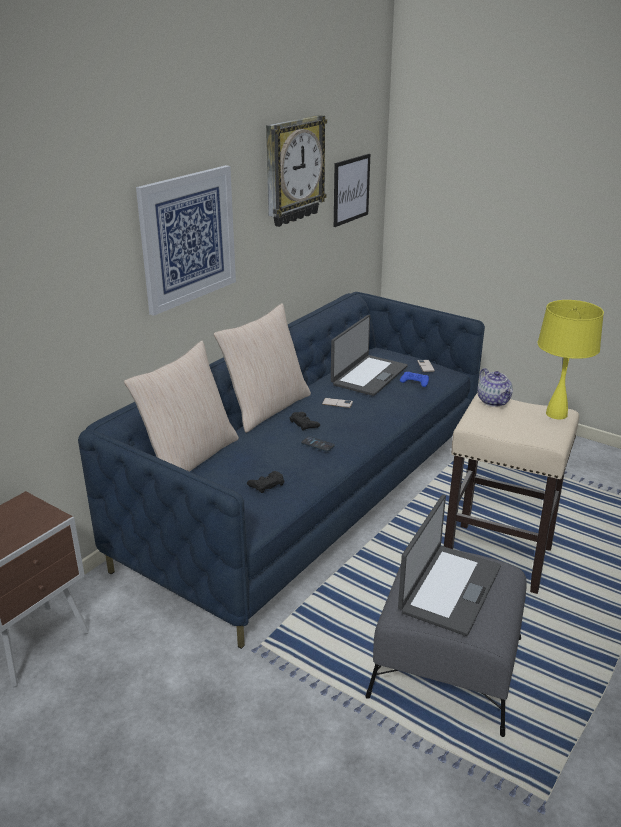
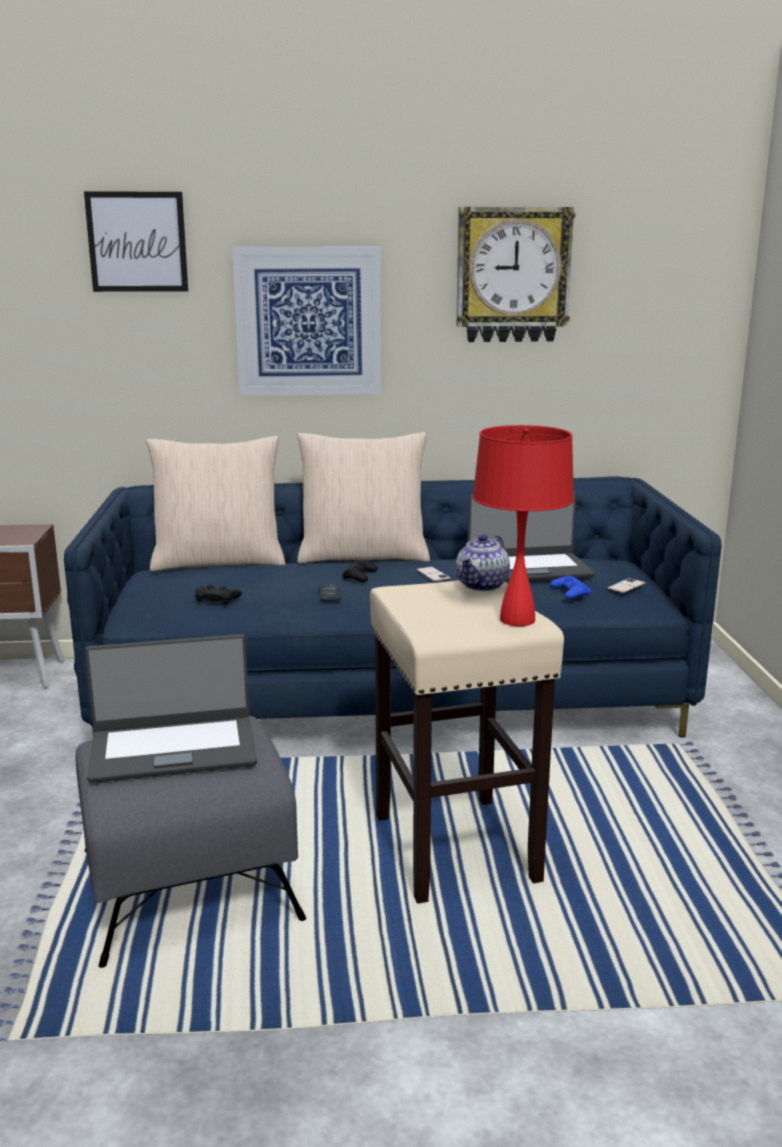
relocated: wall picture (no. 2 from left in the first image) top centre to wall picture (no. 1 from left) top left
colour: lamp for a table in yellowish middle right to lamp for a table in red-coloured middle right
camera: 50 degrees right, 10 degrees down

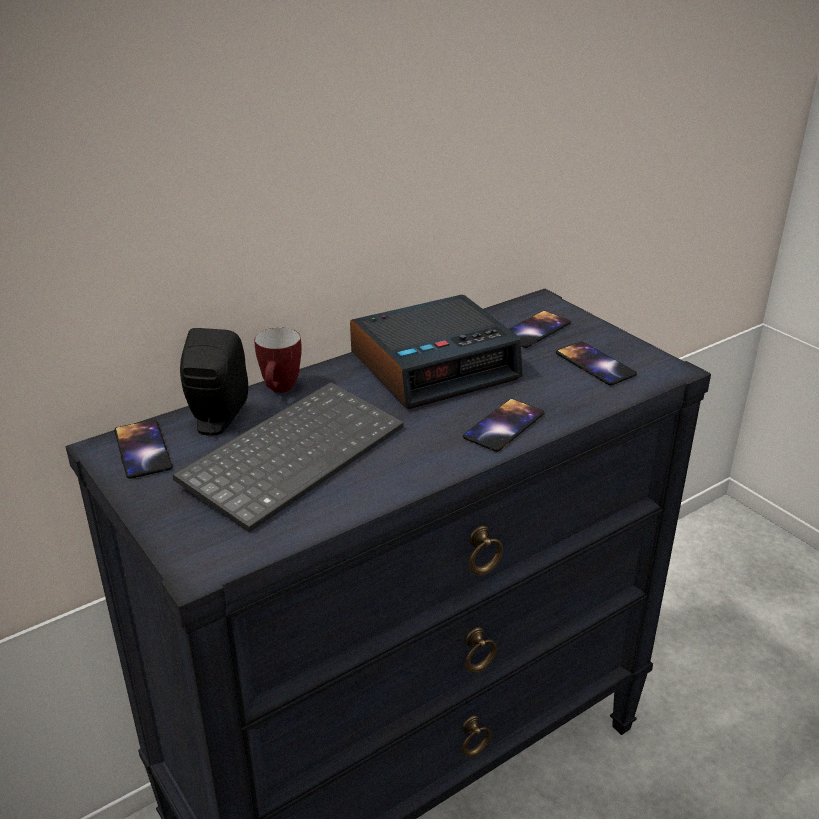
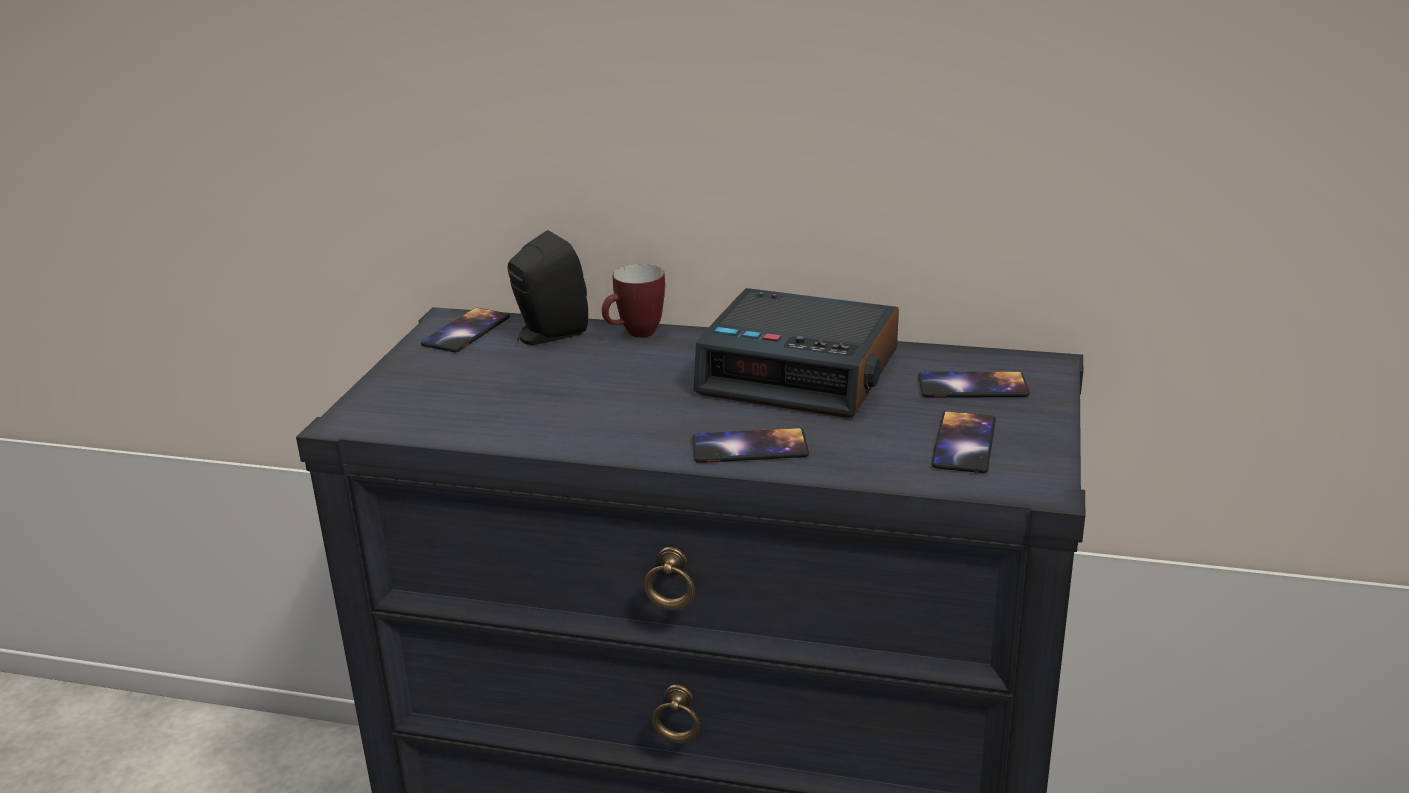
missing: computer keyboard centre
camera: 50 degrees right, 5 degrees down

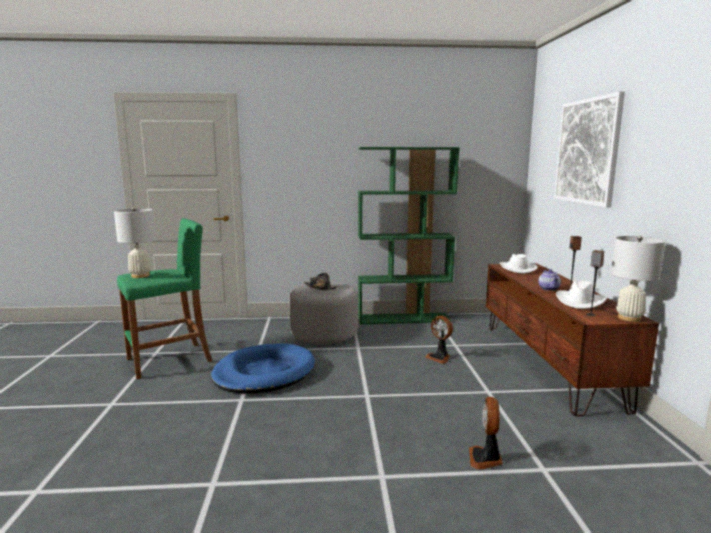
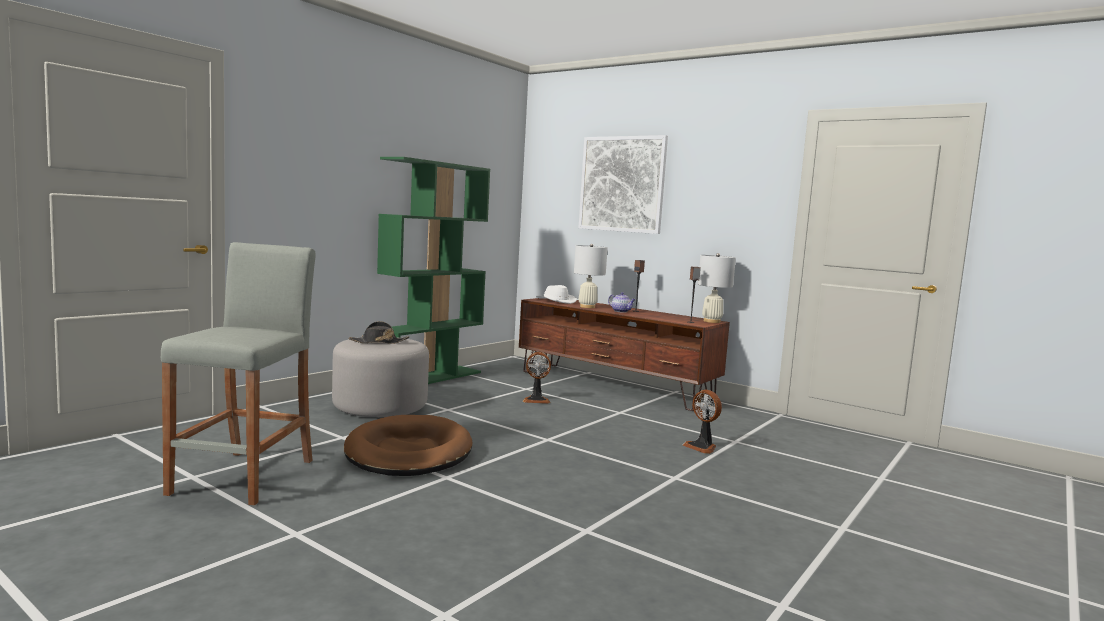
missing: hat in white (no. 2 from left) middle right
relocated: lamp for a table in white (no. 1 from left) middle left to centre
colour: stool seat in green middle left to stool seat in greyish middle left; dog bed in blue-coloured bottom centre to dog bed in brown bottom centre
camera: 50 degrees left, 5 degrees down

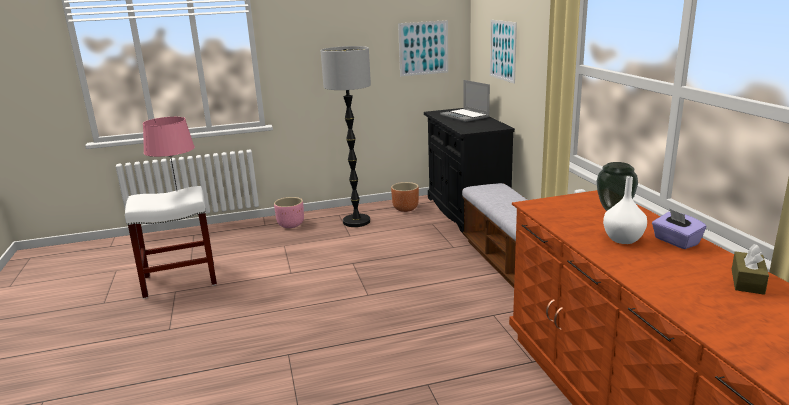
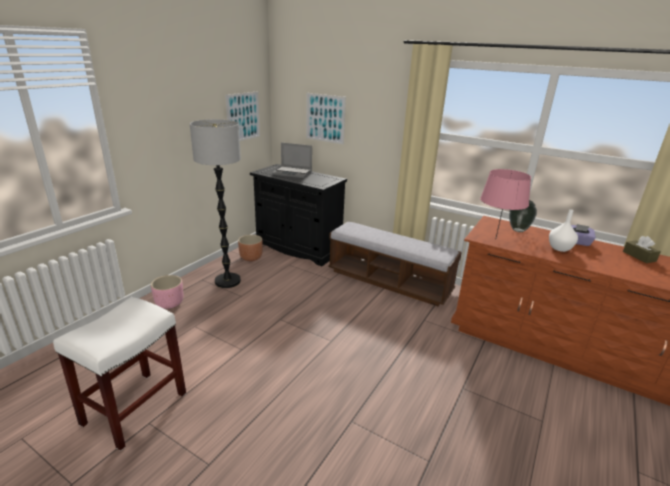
relocated: lamp for a table in pink-coloured middle left to middle right
camera: 45 degrees left, 5 degrees up

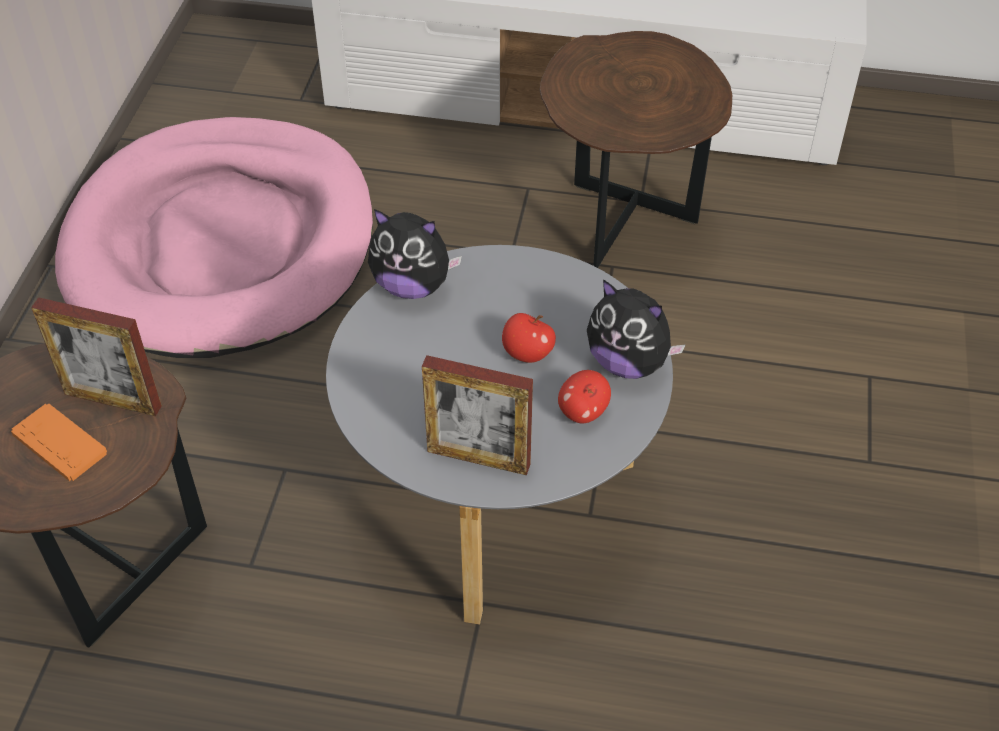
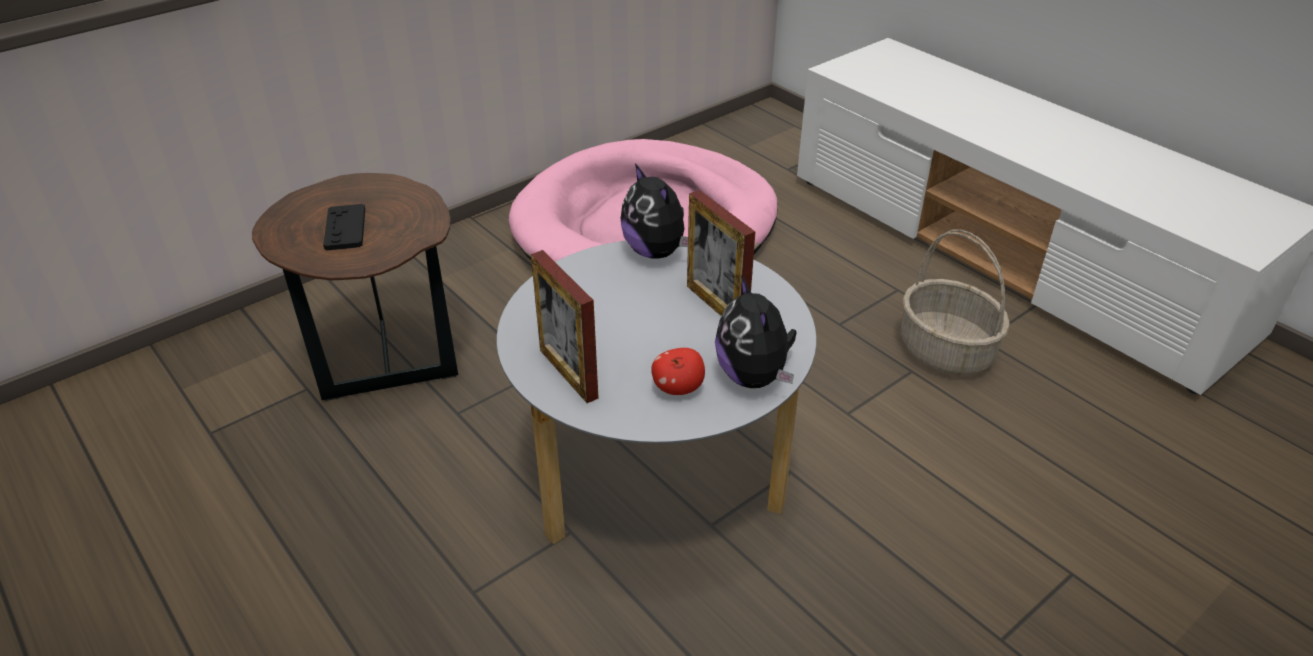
missing: whole apple (no. 1 from left) centre
relocated: photo frame (no. 1 from left in the first image) middle left to photo frame (no. 2 from left) centre
exchanged: end table in brown (no. 2 from left) top centre to storage basket middle right
colour: game controller in orange middle left to game controller in blackish middle left
camera: 40 degrees right, 10 degrees down

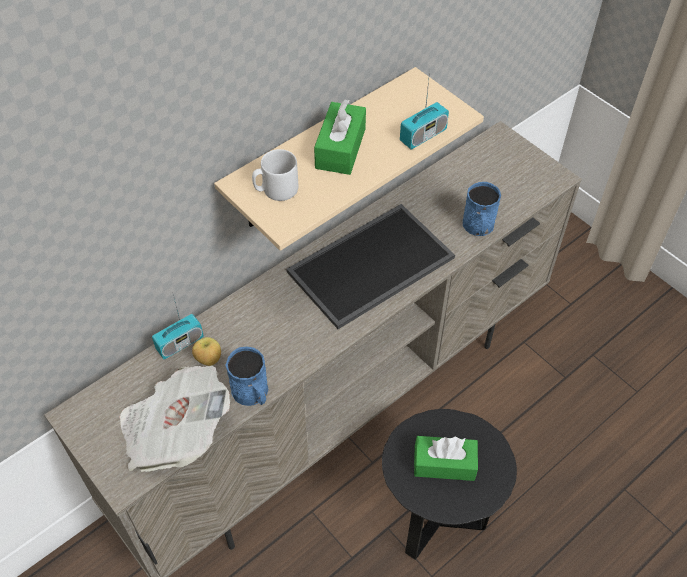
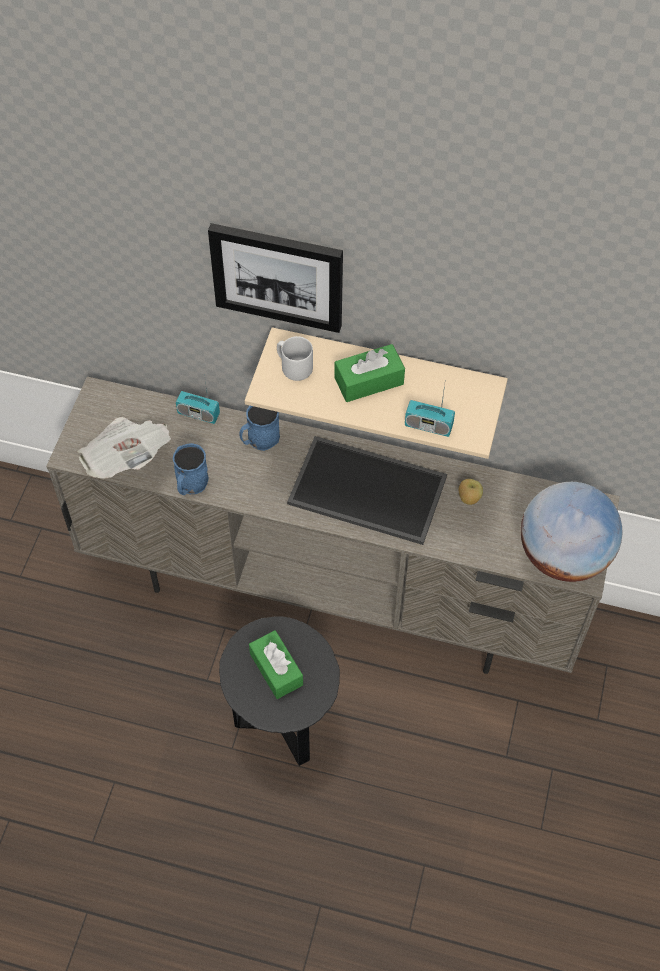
appeared: wall picture top centre; world globe middle right
relocated: tea mug in blue-coloured (no. 2 from left) middle right to centre; whole apple middle left to middle right
camera: 55 degrees right, 5 degrees up

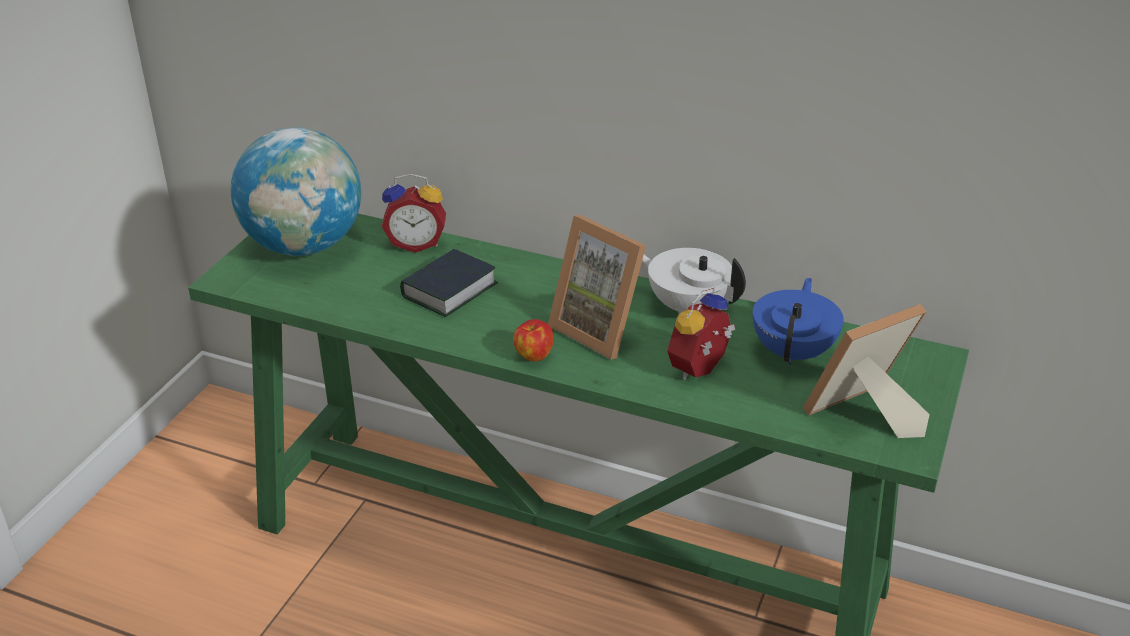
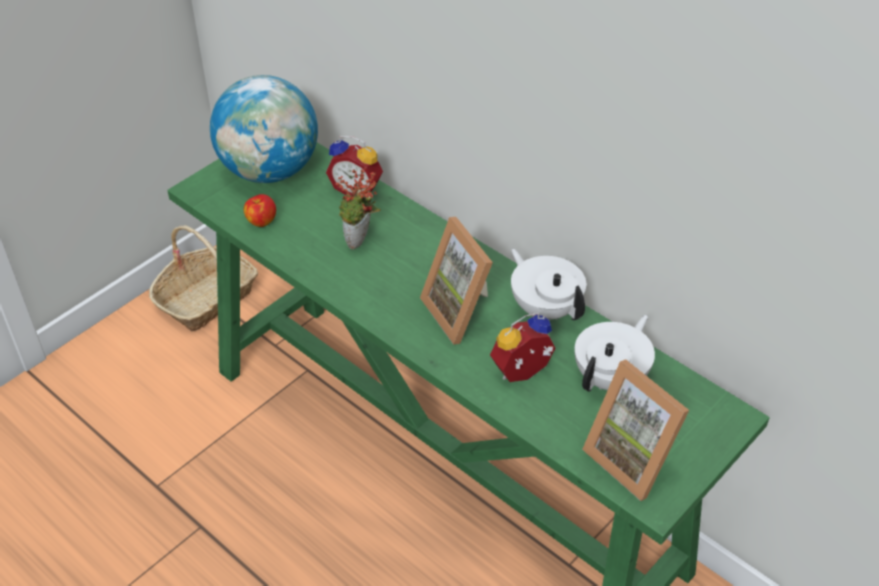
appeared: storage basket middle left
relocated: whole apple centre to middle left
exchanged: bound book centre to potted plant centre
colour: pot for tea in blue-coloured middle right to pot for tea in white (no. 2 from left) middle right
spun: photo frame (no. 2 from left) middle right = bottom right 120 degrees counterclockwise
camera: 20 degrees right, 10 degrees up

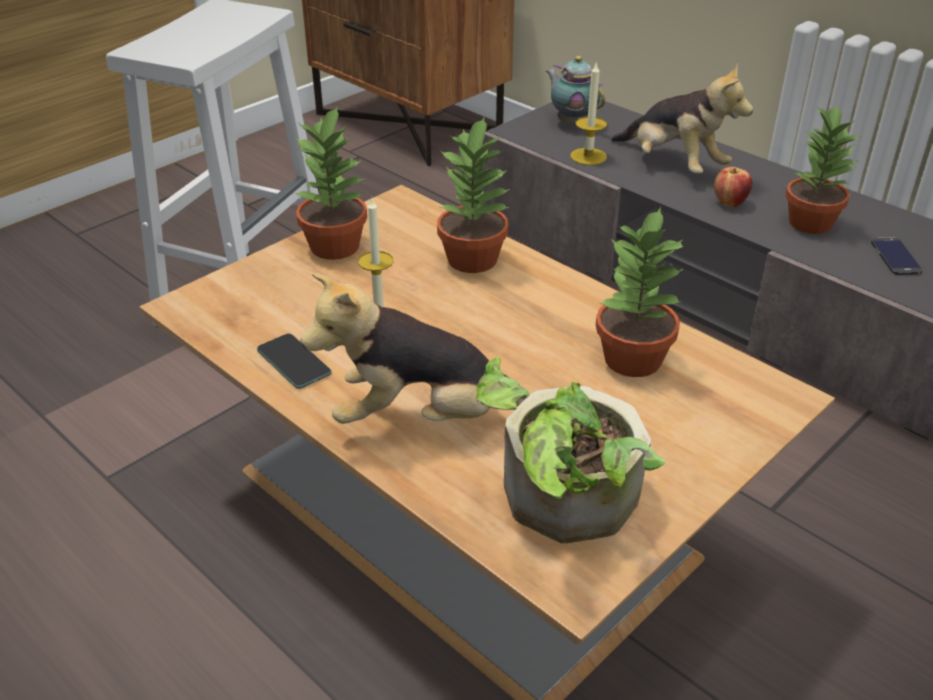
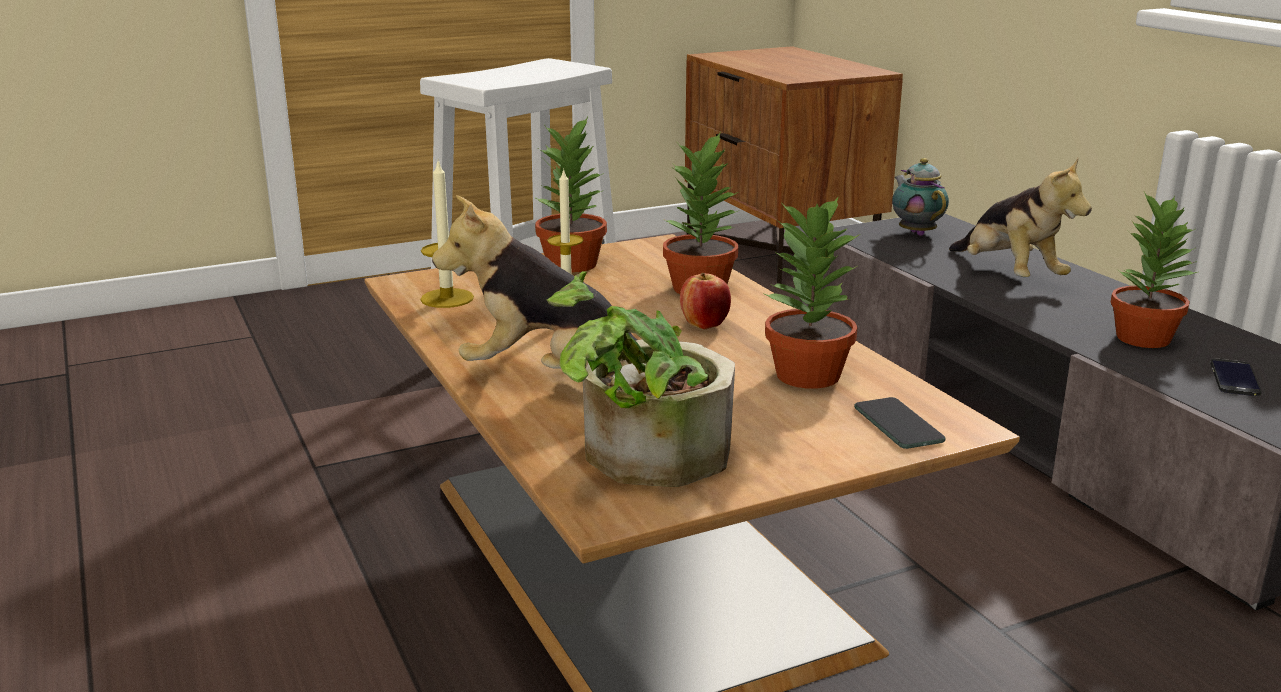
relocated: wax light (no. 2 from left in the first image) top centre to wax light (no. 1 from left) centre; whole apple top right to centre; telephone (no. 1 from left) middle left to middle right
camera: 20 degrees right, 15 degrees down

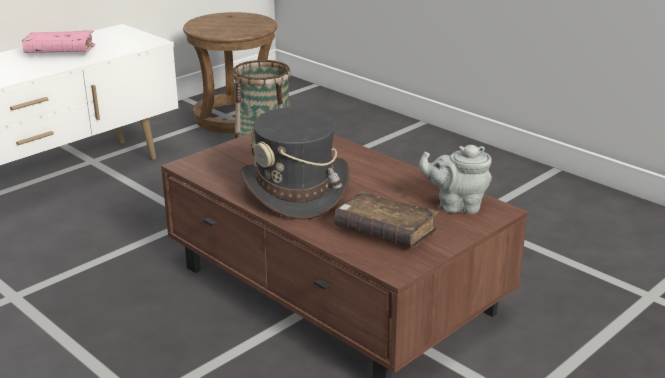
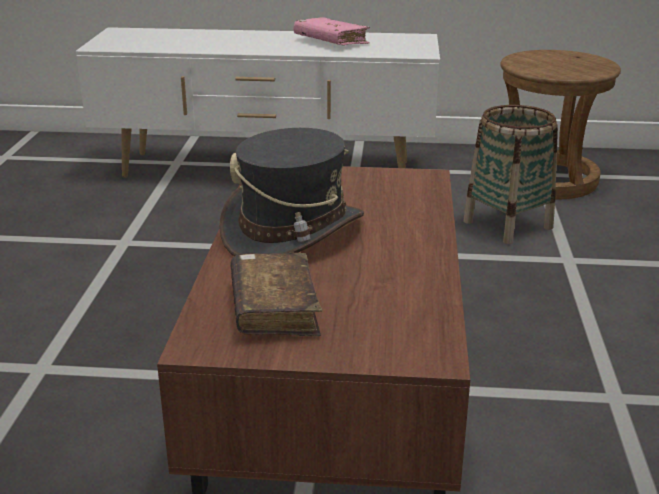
missing: pot for tea in greyish middle right
camera: 50 degrees right, 0 degrees up

